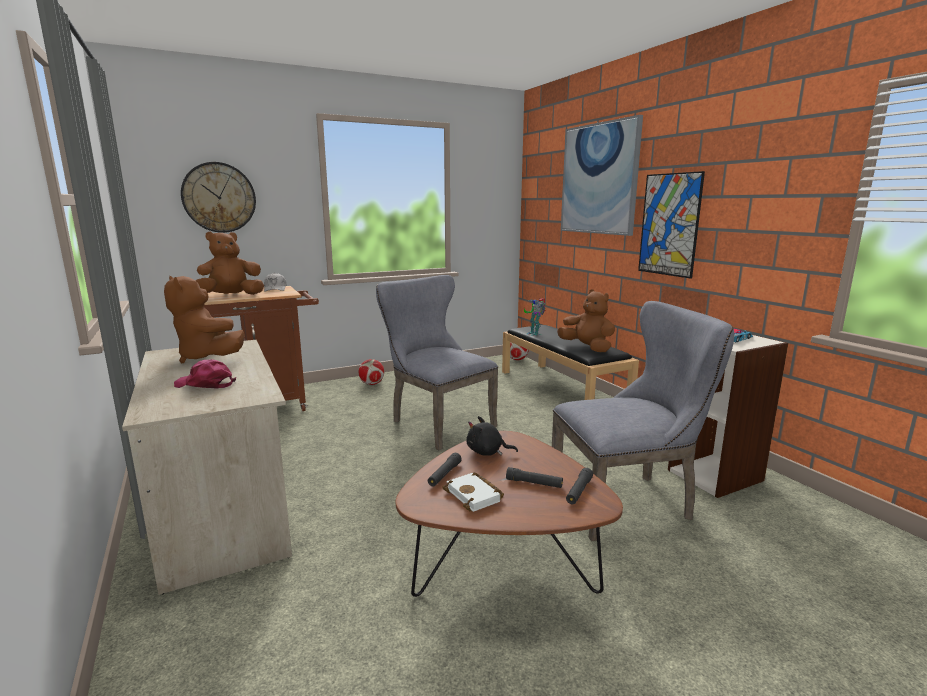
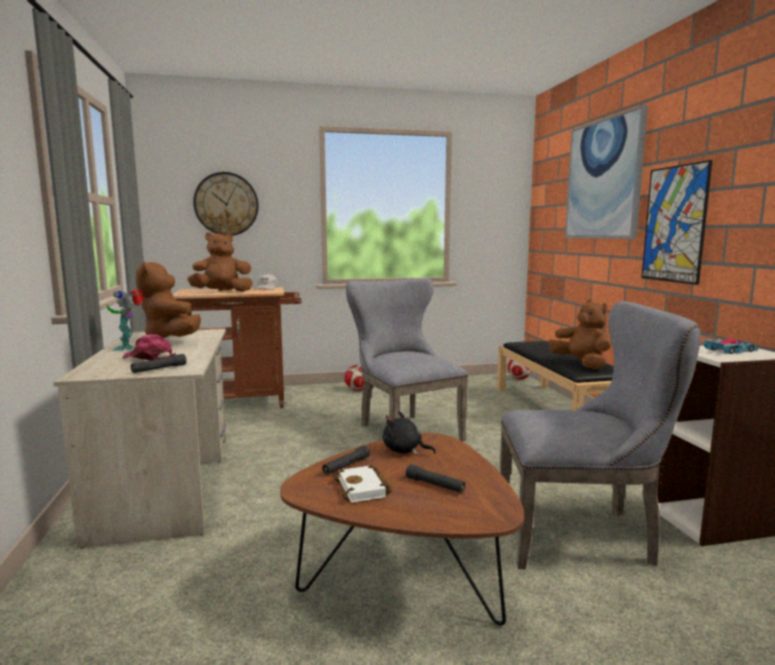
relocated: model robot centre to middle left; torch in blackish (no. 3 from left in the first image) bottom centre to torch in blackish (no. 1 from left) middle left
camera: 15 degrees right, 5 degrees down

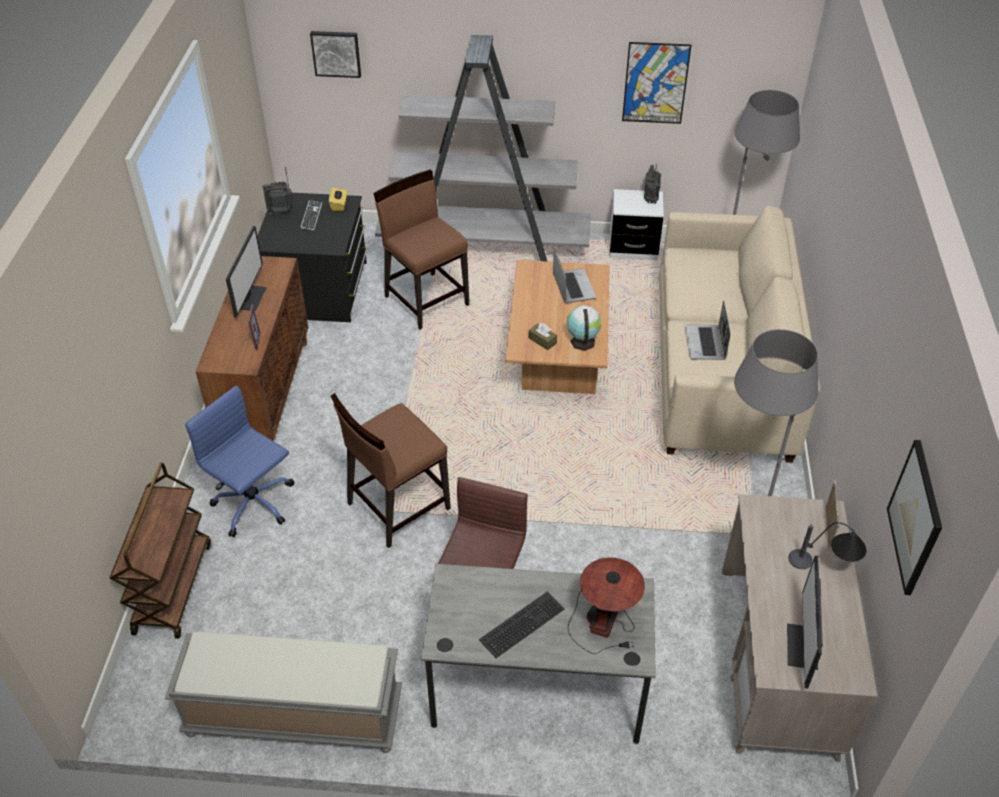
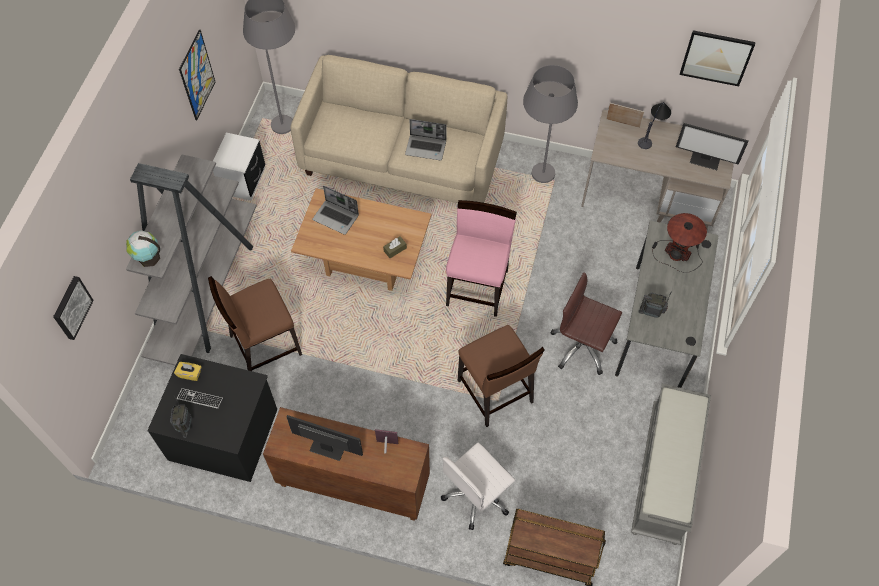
missing: computer keyboard (no. 2 from left) bottom centre
appeared: upright chair in pink-coloured centre
relocated: radio (no. 2 from left) top centre to middle right; world globe centre to middle left
colour: office chair in blue-coloured middle left to office chair in white bottom centre
spun: laptop (no. 1 from left) centre = centre 150 degrees counterclockwise
camera: 80 degrees left, 15 degrees up

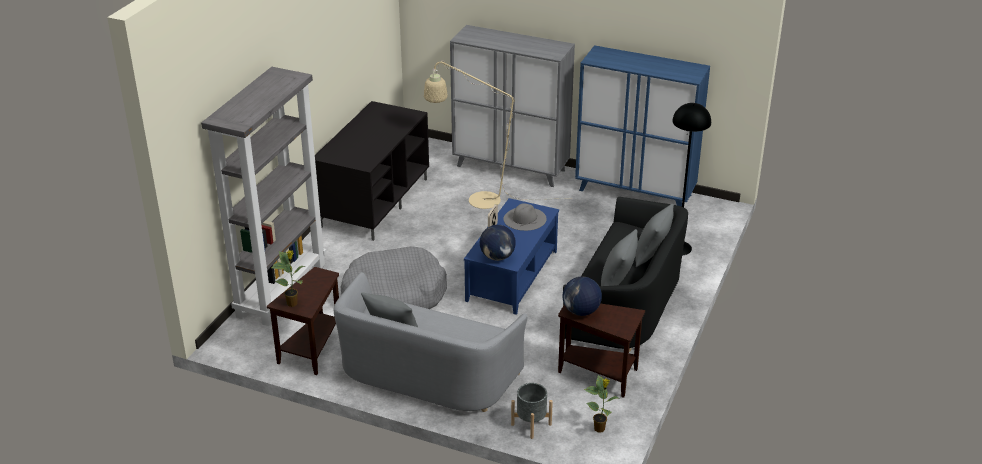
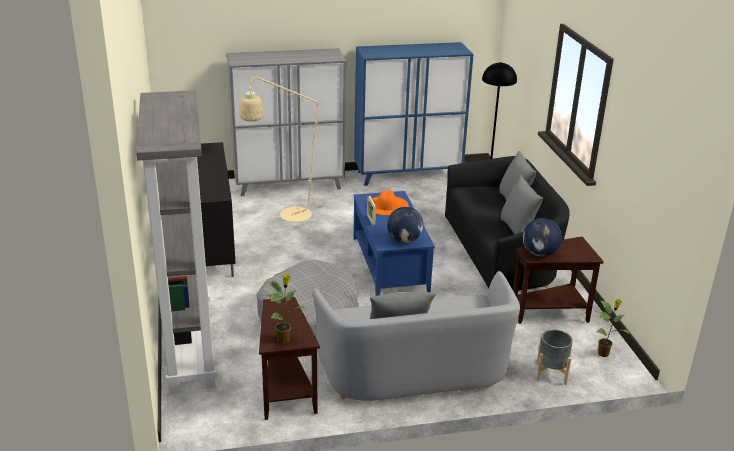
colour: hat in greyish centre to hat in orange centre
camera: 35 degrees left, 5 degrees down

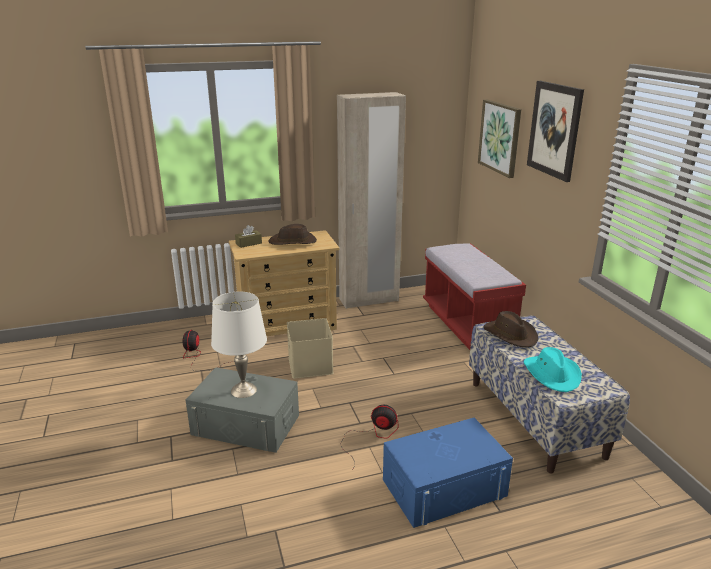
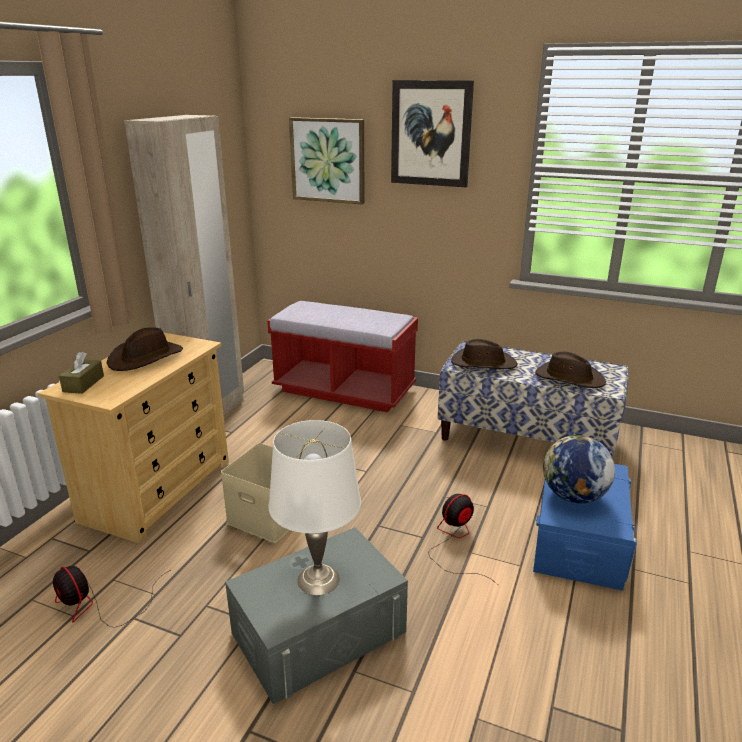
appeared: world globe middle right
colour: hat in blue-green middle right to hat in brown (no. 3 from left) middle right
camera: 50 degrees left, 0 degrees up

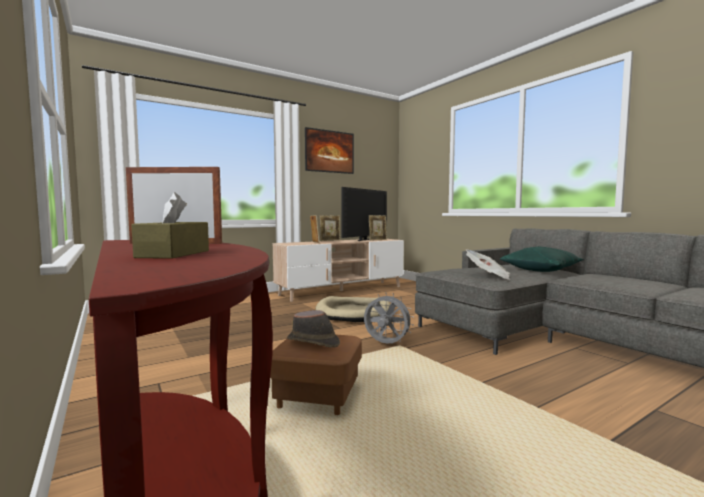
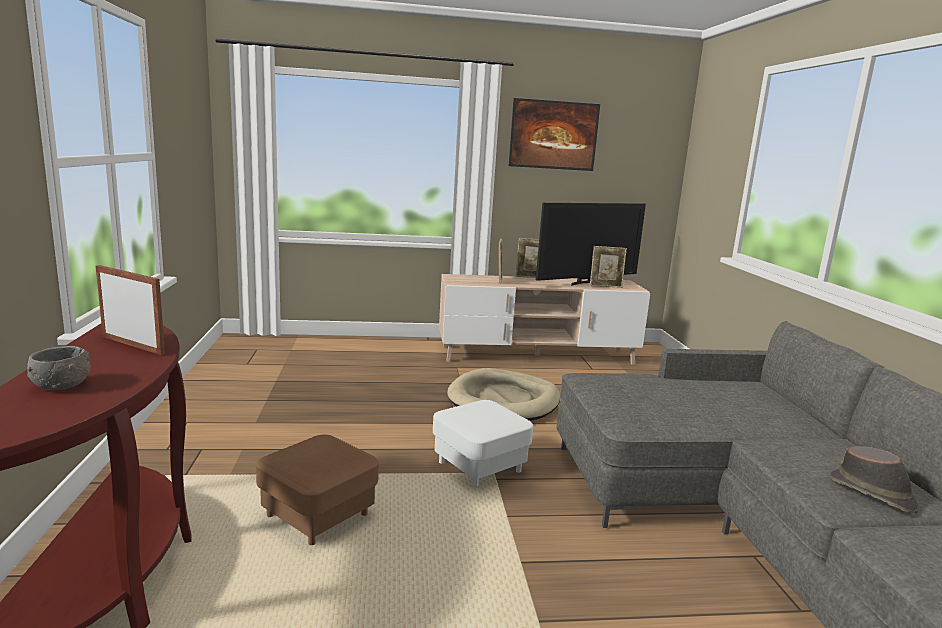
missing: pillow in green middle right; daily paper middle right
relocated: hat in brown centre to bottom right
exchanged: box of tissues in brown middle left to serving bowl in greyish middle left; electric fan in greyish centre to footrest in white bottom centre
camera: 25 degrees right, 10 degrees up

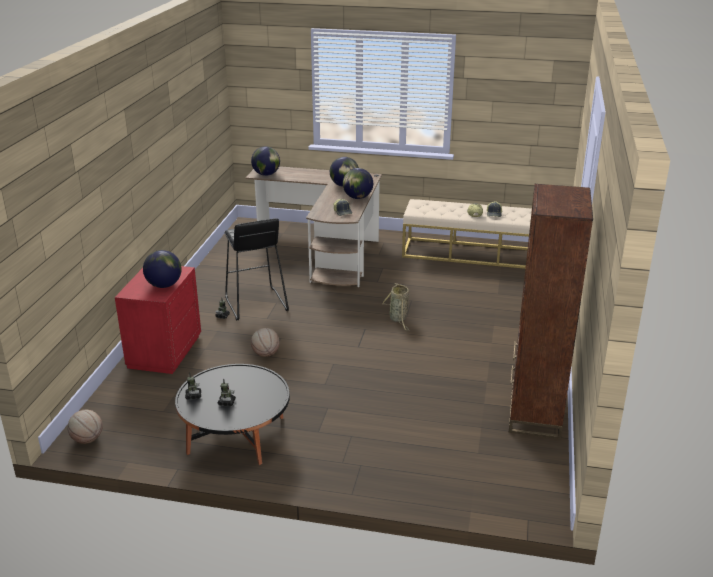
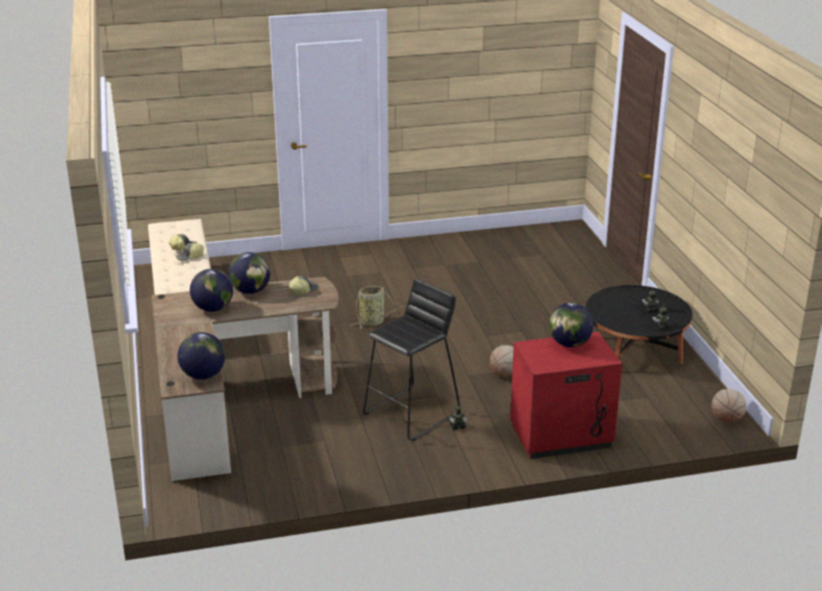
missing: bookshelf in brown middle right
camera: 115 degrees left, 0 degrees up

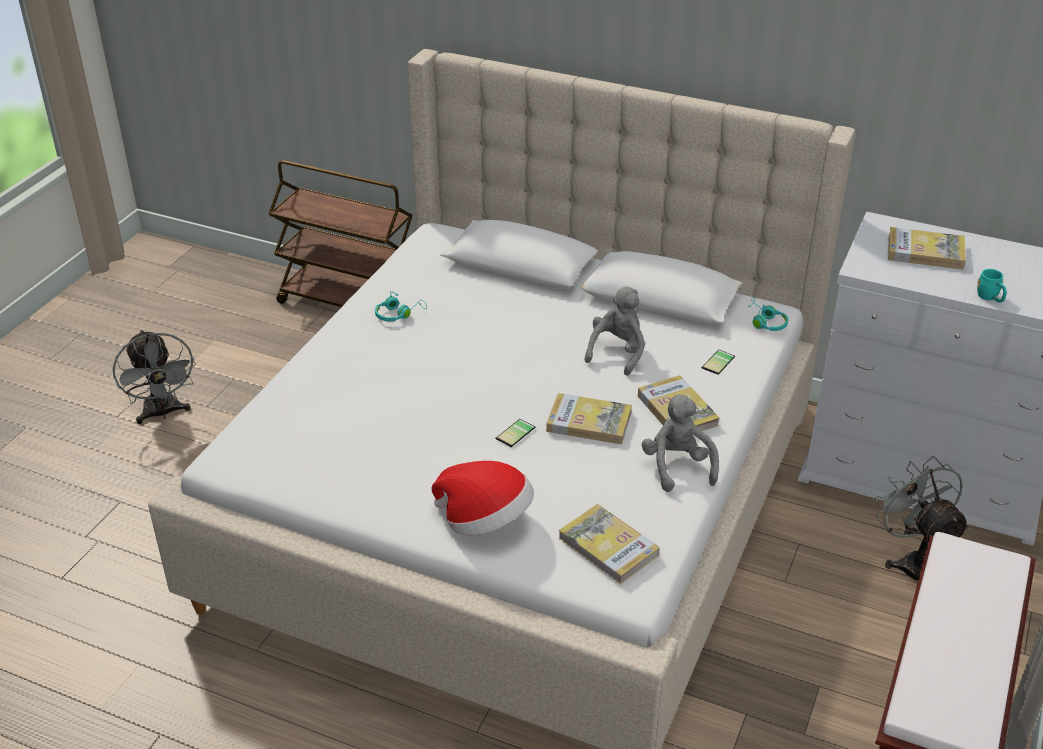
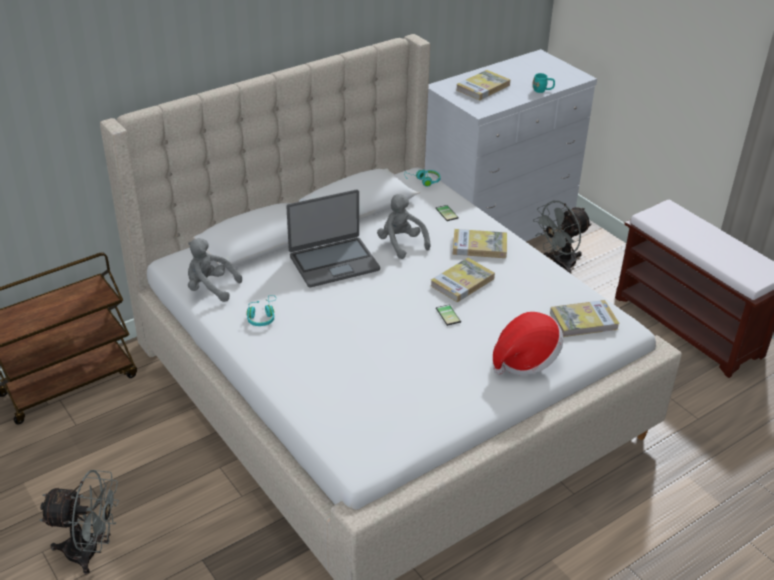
appeared: laptop centre
relocated: soft toy in greyish (no. 2 from left in the first image) centre to soft toy in greyish (no. 1 from left) middle left
spun: electric fan in greyish (no. 2 from left) bottom right = middle right 45 degrees counterclockwise
camera: 60 degrees left, 0 degrees up

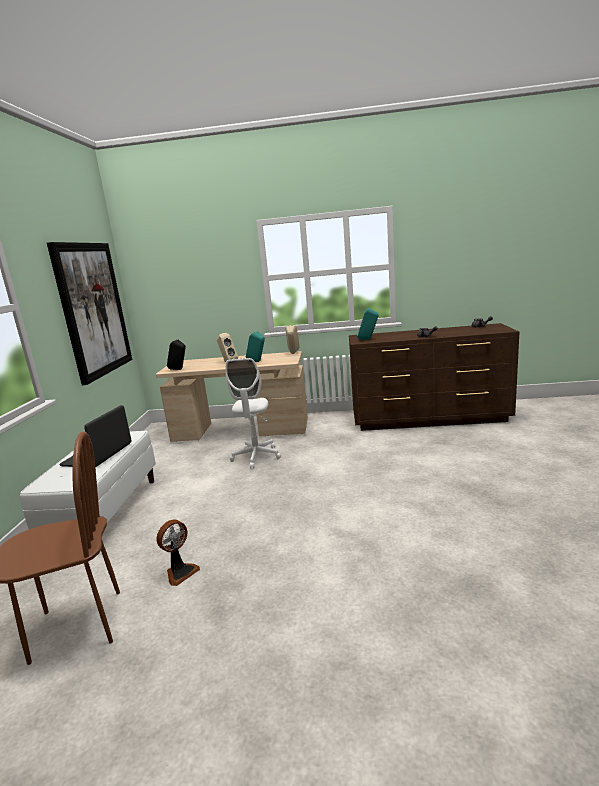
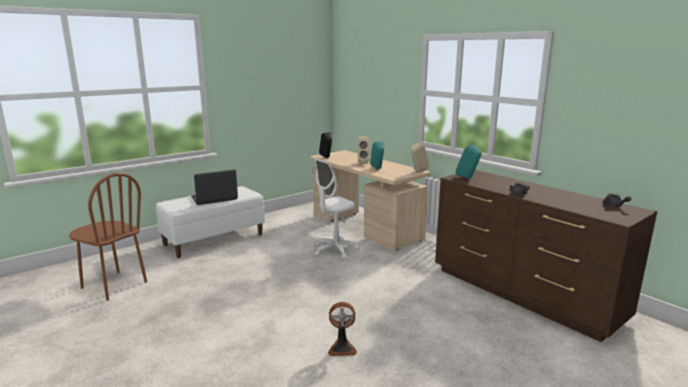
missing: wall picture middle left
relocated: electric fan bottom left to bottom centre
camera: 45 degrees right, 0 degrees up

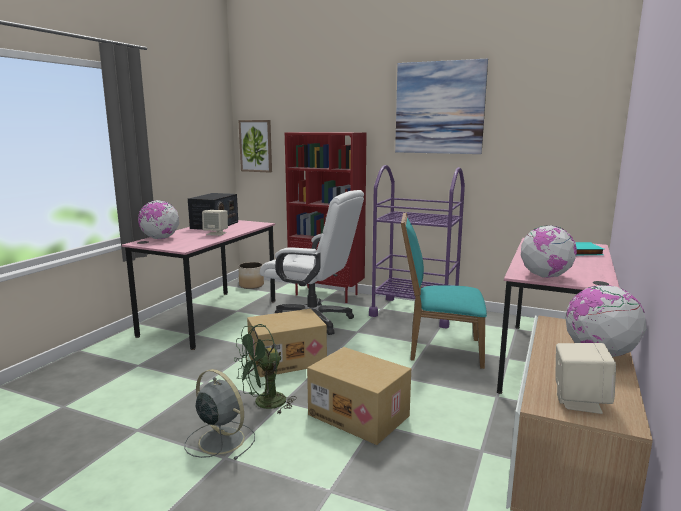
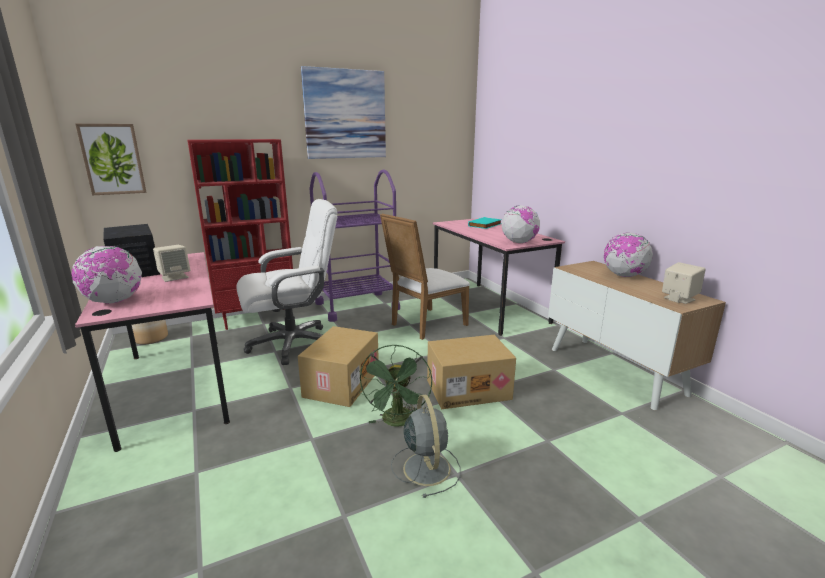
colour: upright chair in blue-green centre to upright chair in white centre
spun: electric fan in greyish bottom left = bottom centre 90 degrees clockwise
camera: 50 degrees left, 5 degrees up

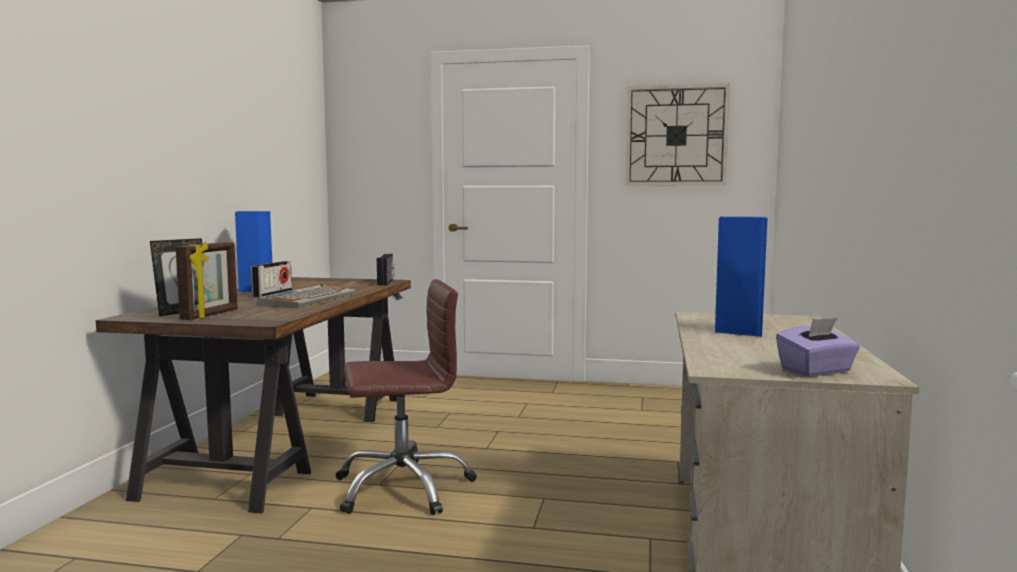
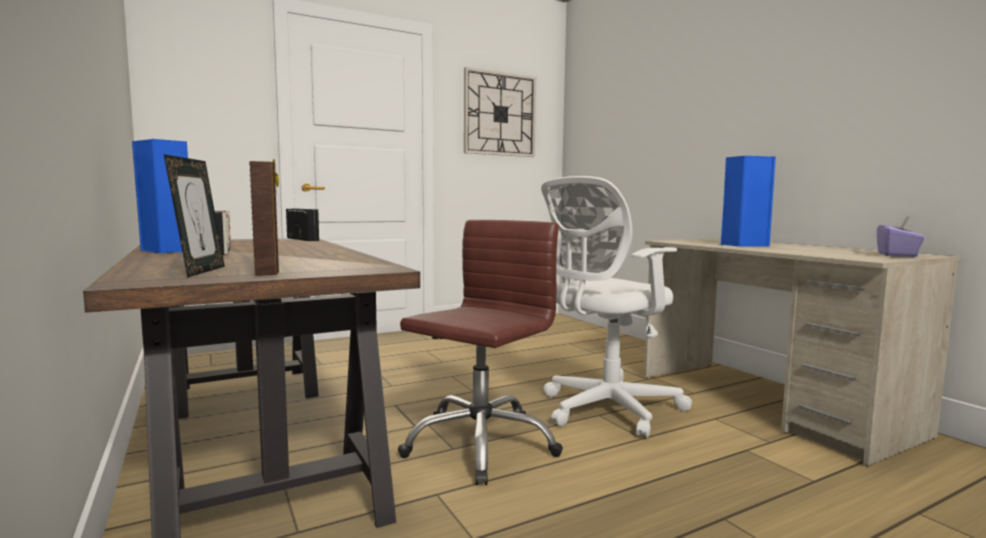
missing: computer keyboard middle left
appeared: office chair in white centre
camera: 40 degrees left, 0 degrees up

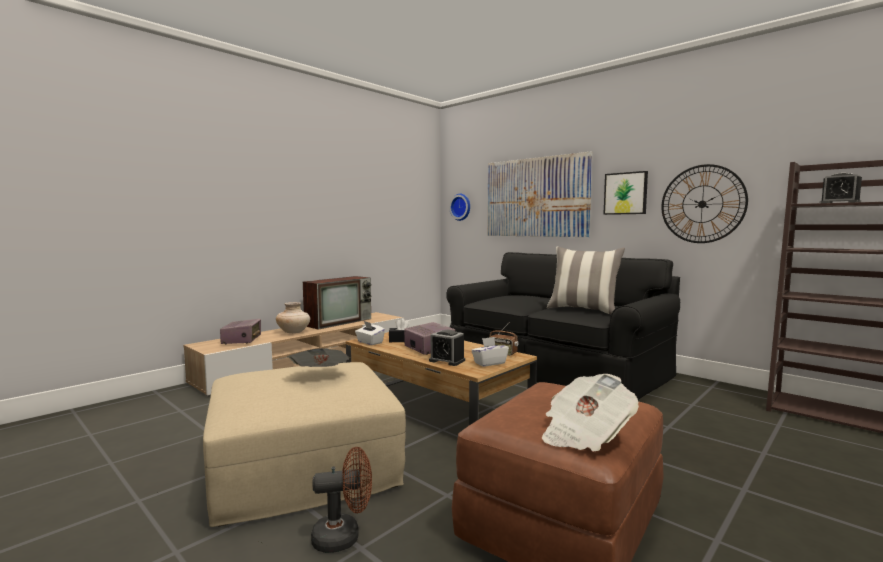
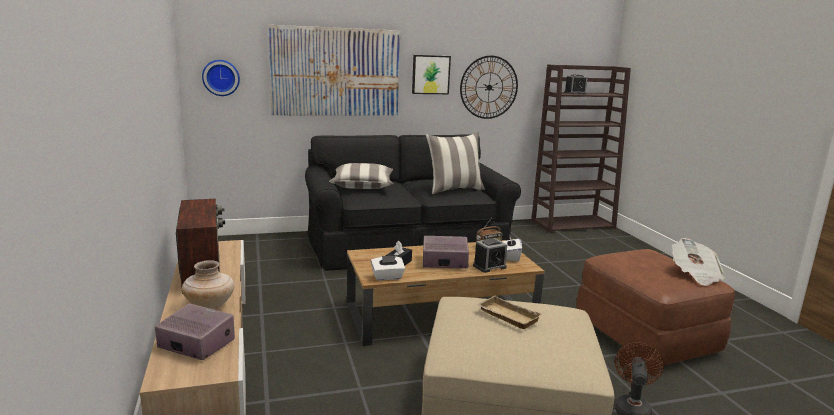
appeared: pillow (no. 1 from left) centre
exchanged: daily paper (no. 1 from left) centre to serving tray in beige-coloured bottom centre
camera: 60 degrees left, 10 degrees up

